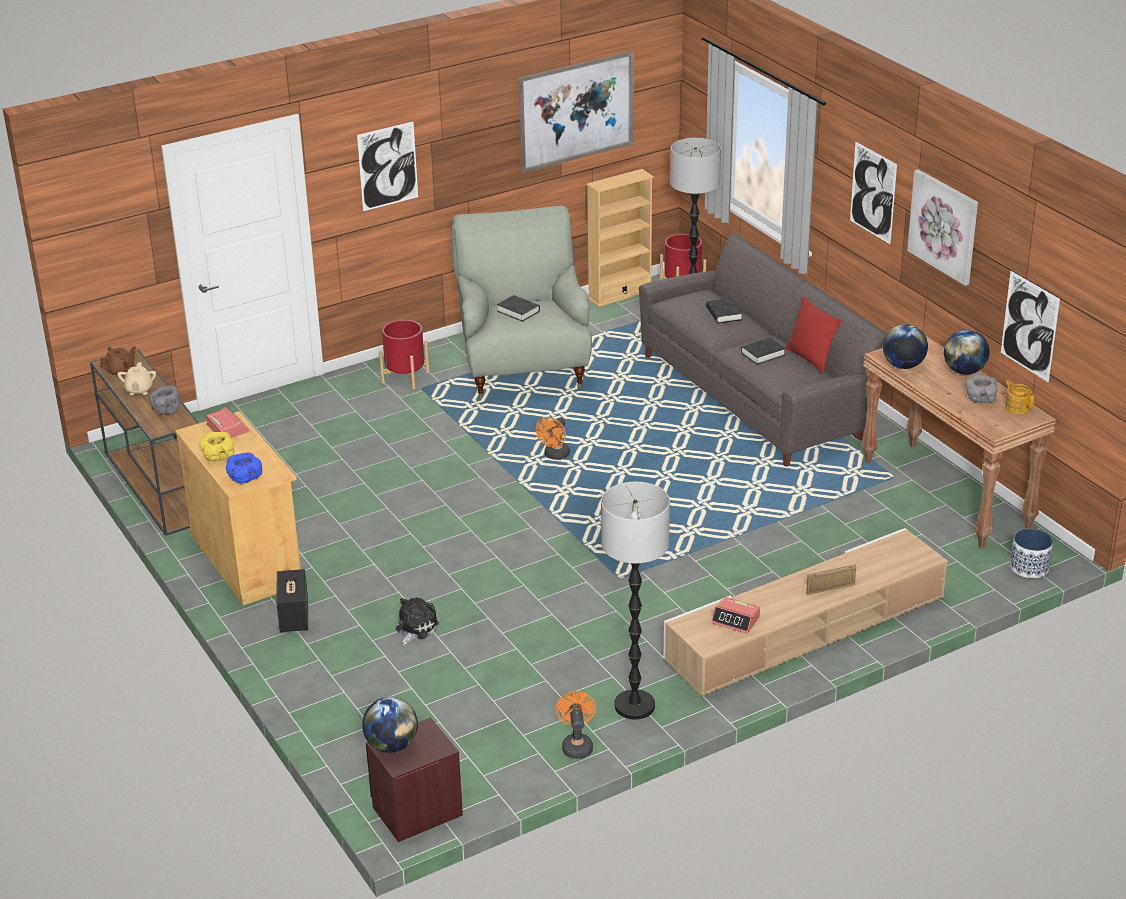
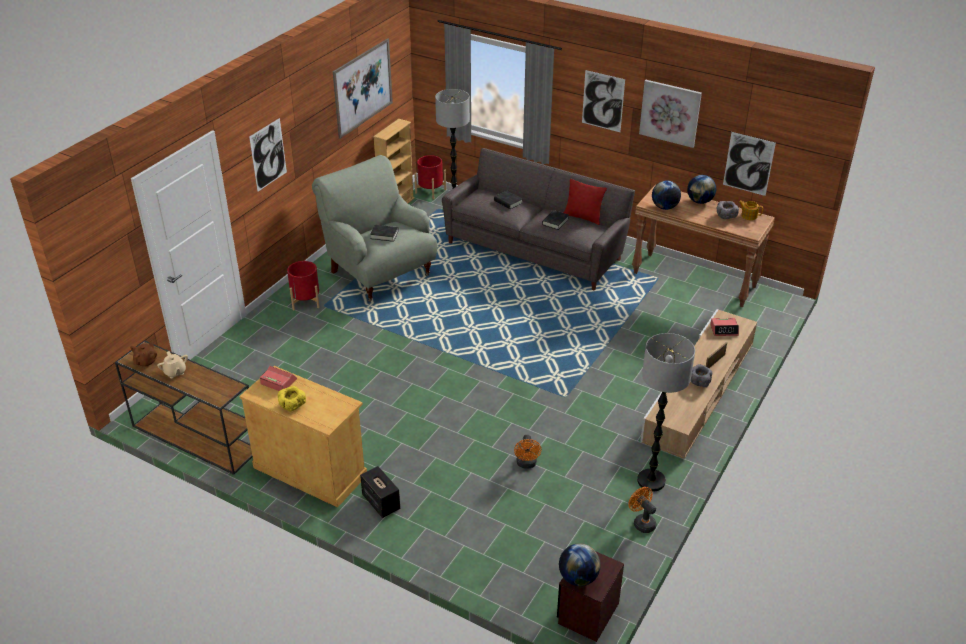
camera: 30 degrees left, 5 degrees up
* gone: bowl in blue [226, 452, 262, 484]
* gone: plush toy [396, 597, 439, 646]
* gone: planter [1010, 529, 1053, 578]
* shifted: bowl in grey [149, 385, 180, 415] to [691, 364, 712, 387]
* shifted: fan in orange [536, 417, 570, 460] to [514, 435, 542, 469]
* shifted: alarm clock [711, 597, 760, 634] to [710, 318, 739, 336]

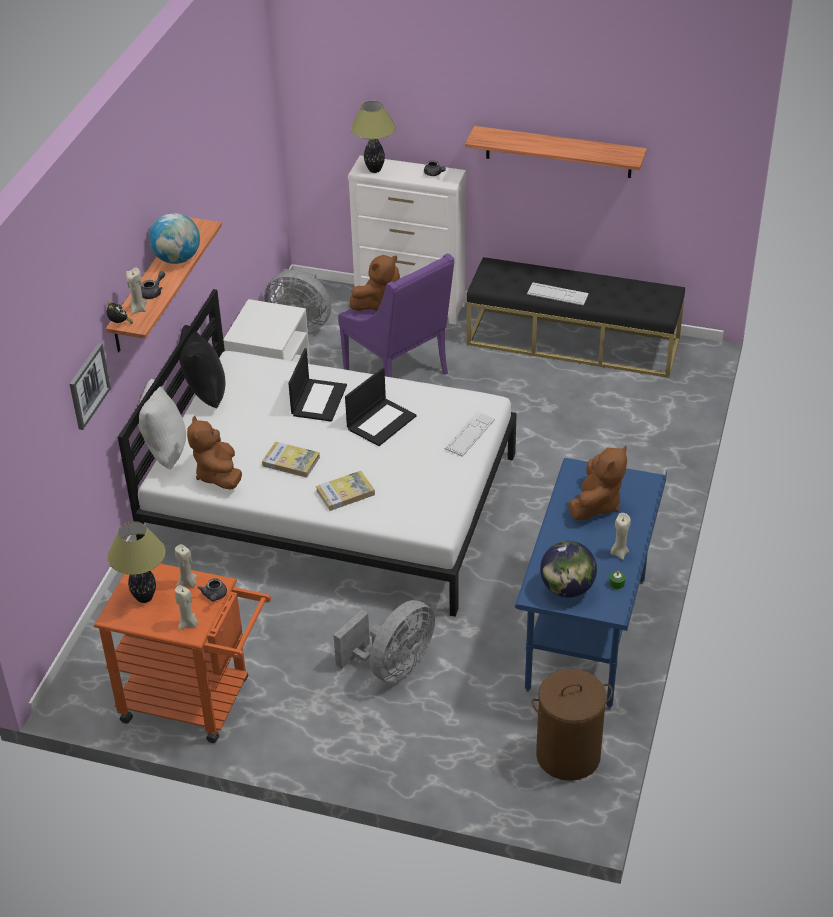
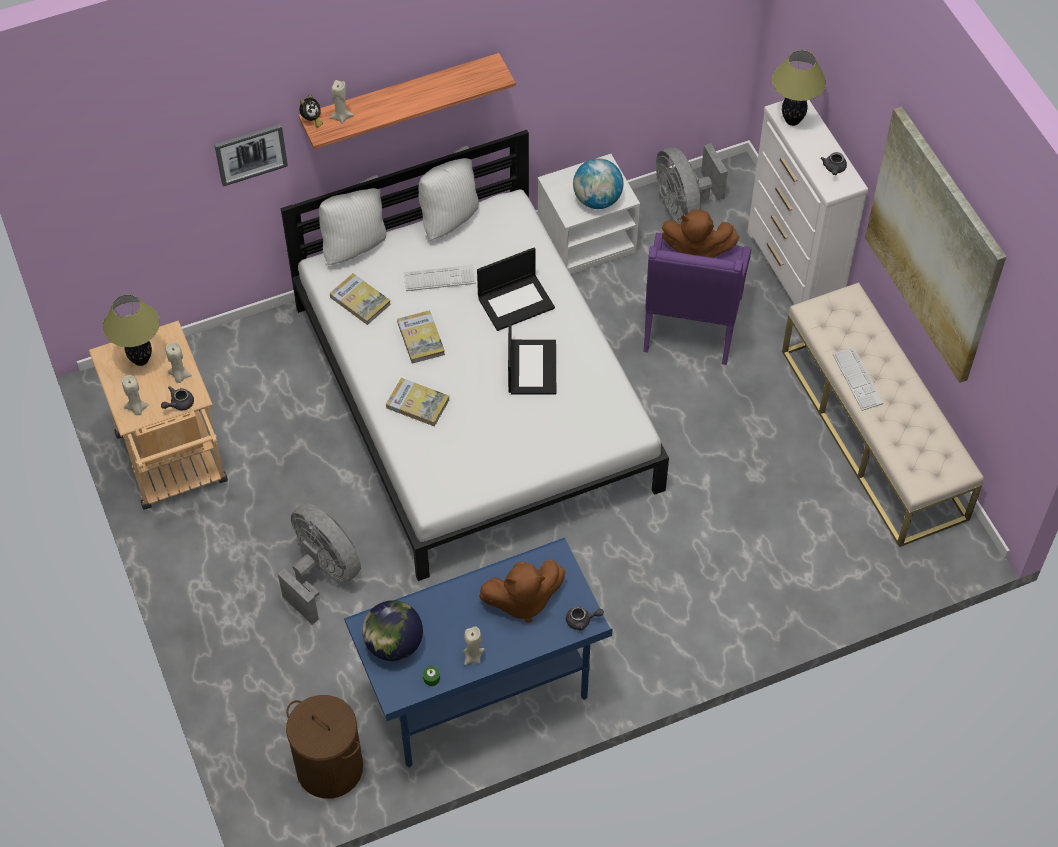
camera: 50 degrees right, 15 degrees up
* shifted: teapot in grey [141, 271, 165, 299] to [566, 606, 604, 631]
* shifted: globe [149, 213, 200, 264] to [573, 158, 623, 209]
* shifted: keyboard [444, 411, 495, 457] to [404, 265, 476, 291]
* swapped: plush toy in brown [187, 416, 242, 489] to book [330, 273, 391, 325]
* swapped: shelf [465, 126, 647, 178] to picture [865, 106, 1006, 383]
* repainted: cart in orange [94, 564, 271, 743] to cart in beige [89, 321, 228, 510]
* repainted: pillow in black [179, 325, 225, 408] to pillow in white [419, 146, 479, 241]
* repainted: bench in black [467, 257, 685, 378] to bench in beige [782, 282, 984, 547]
* rotated: fan in grey [334, 600, 435, 683] = [278, 503, 361, 625] 135 degrees counterclockwise
* rotated: laptop [345, 368, 417, 446] = [508, 314, 556, 395] 90 degrees counterclockwise

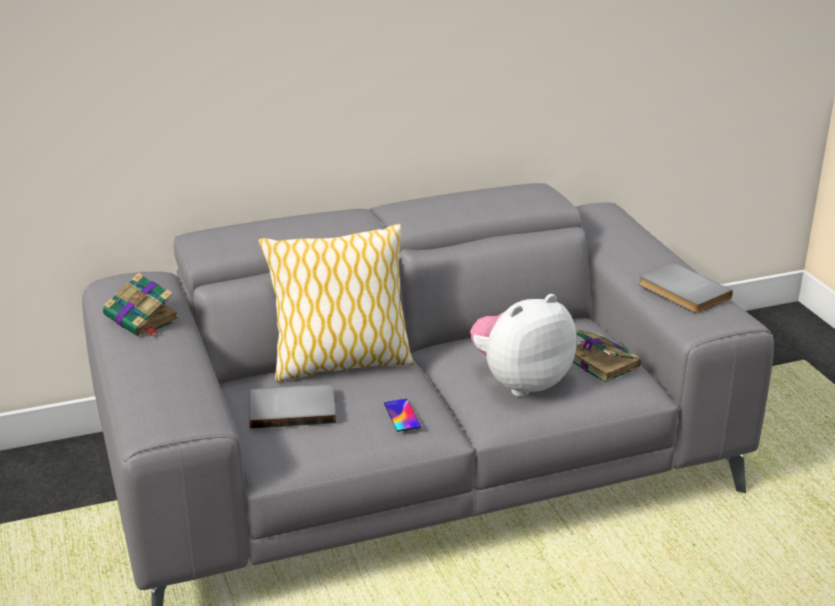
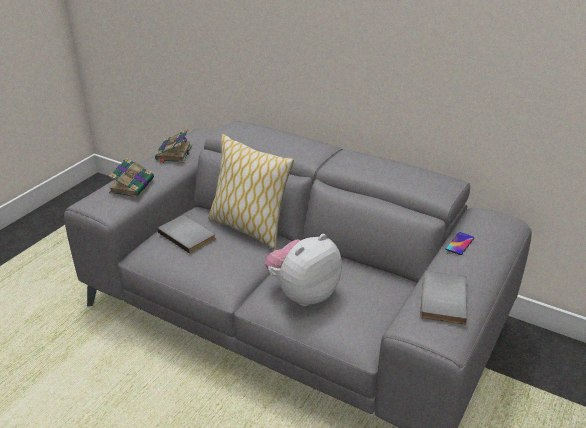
camera: 50 degrees right, 5 degrees up
* shifted: phone [384, 399, 421, 432] to [446, 232, 475, 255]
* shifted: book [573, 330, 641, 383] to [108, 158, 154, 197]
* rotated: plush toy [470, 294, 576, 397] = [265, 234, 342, 306] 60 degrees counterclockwise

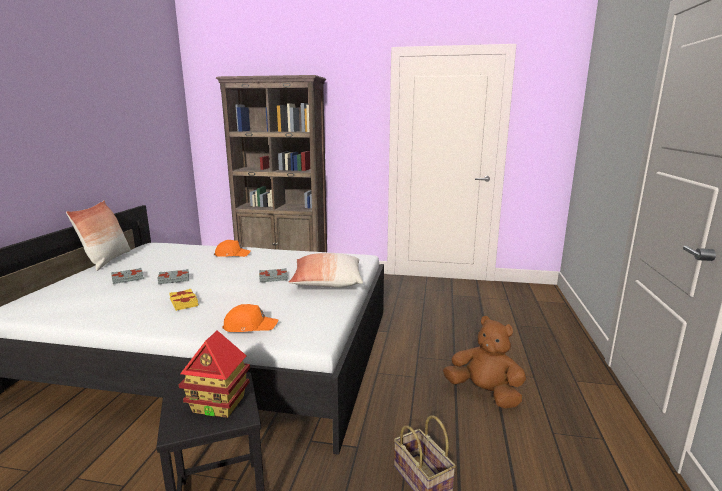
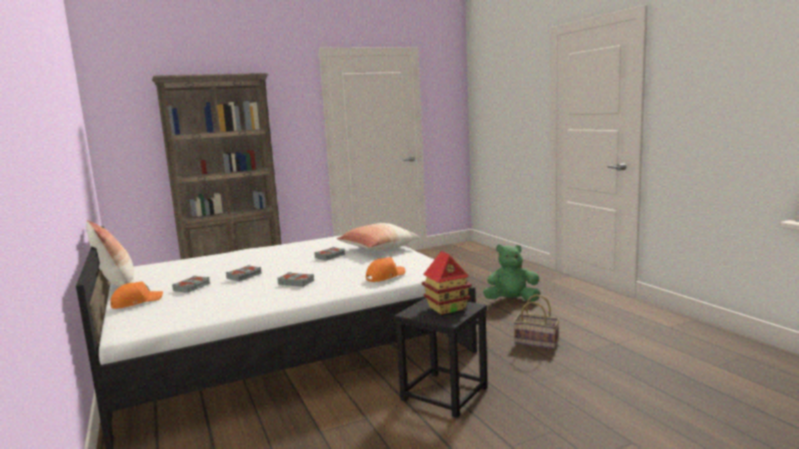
camera: 35 degrees left, 5 degrees down
* shifted: cap in orange [214, 240, 251, 257] to [111, 282, 163, 309]
* repainted: book in yellow [169, 289, 198, 311] to book in grey [277, 272, 314, 287]
* repainted: plush toy in brown [443, 316, 526, 409] to plush toy in green [483, 244, 541, 302]

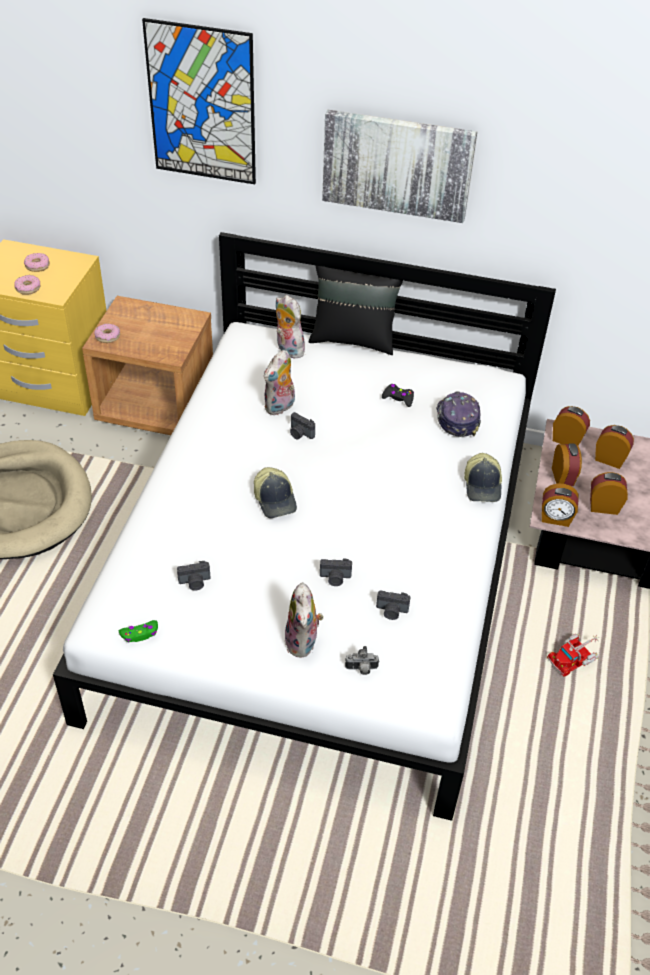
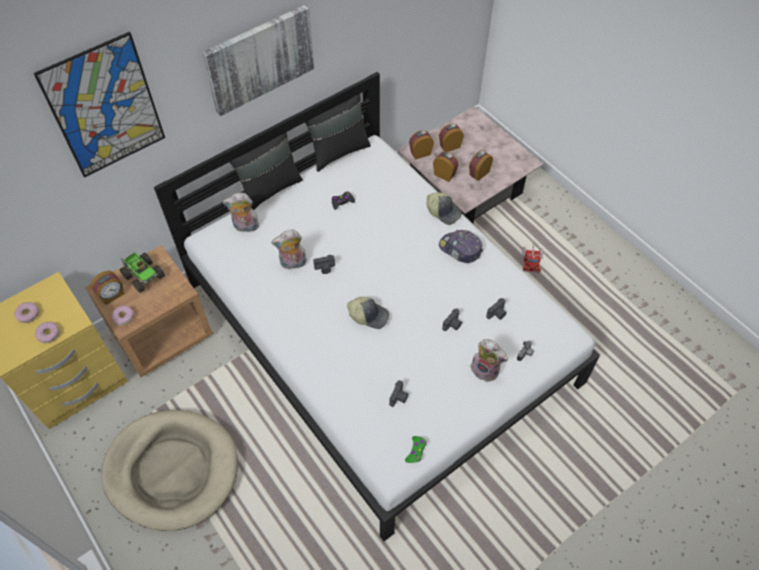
camera: 50 degrees left, 10 degrees up
* new: toy truck [120, 252, 165, 293]
* new: pillow in black [305, 94, 371, 172]
* shifted: cap [436, 391, 481, 437] to [439, 230, 483, 263]
* shifted: alarm clock [542, 484, 579, 527] to [91, 271, 124, 305]
* rotated: plush toy [264, 350, 295, 415] = [271, 229, 307, 269] 90 degrees clockwise

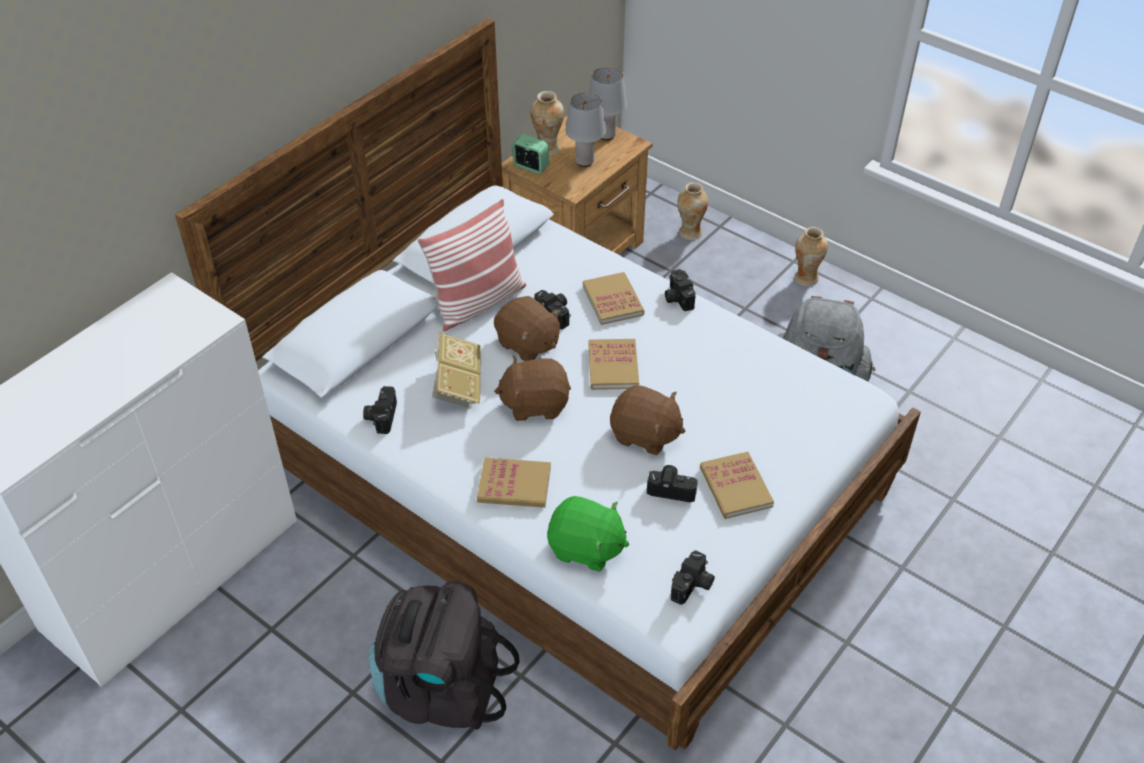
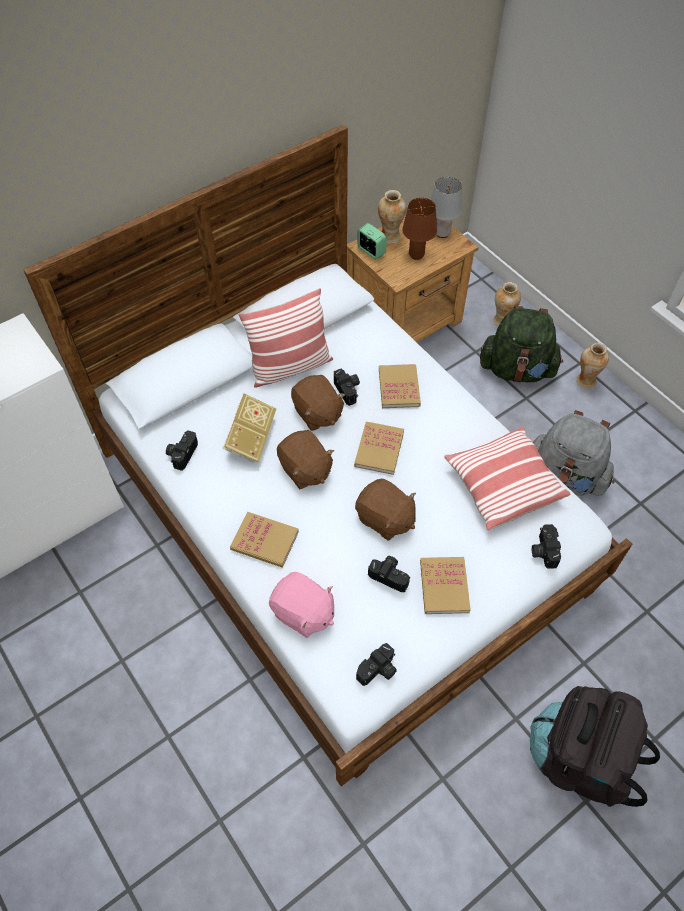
camera: 15 degrees right, 10 degrees up
* new: pillow [444, 426, 570, 531]
* new: backpack in green [480, 306, 563, 382]
* shifted: backpack in black [369, 581, 520, 730] to [530, 686, 660, 807]
* shifted: photo camera [665, 269, 696, 311] to [532, 524, 561, 569]
* repainted: plush toy in green [547, 496, 629, 572] to plush toy in pink [269, 572, 334, 638]
* repainted: table lamp in grey [565, 92, 606, 167] to table lamp in brown [402, 198, 437, 260]
* rotated: plush toy in brown [494, 356, 571, 421] = [277, 430, 334, 489] 135 degrees counterclockwise

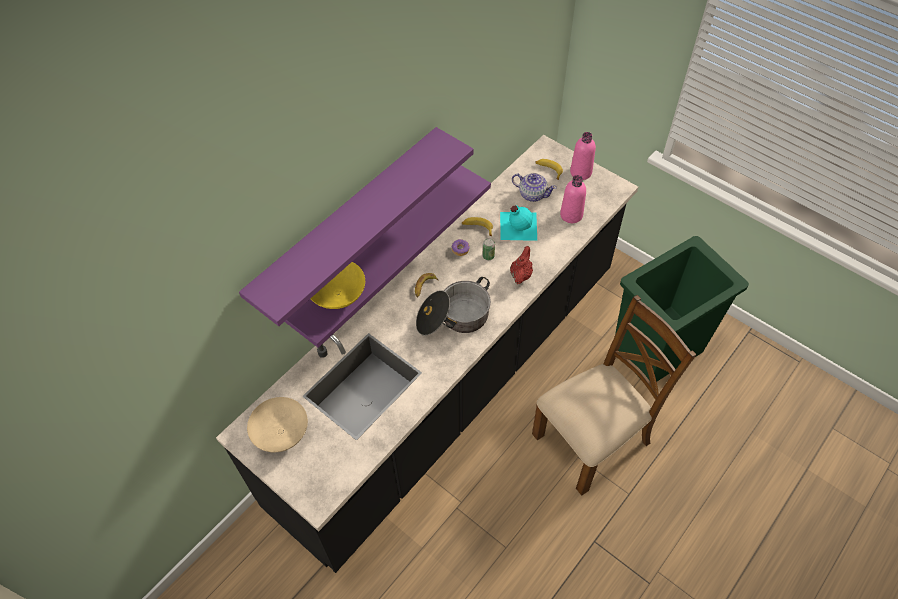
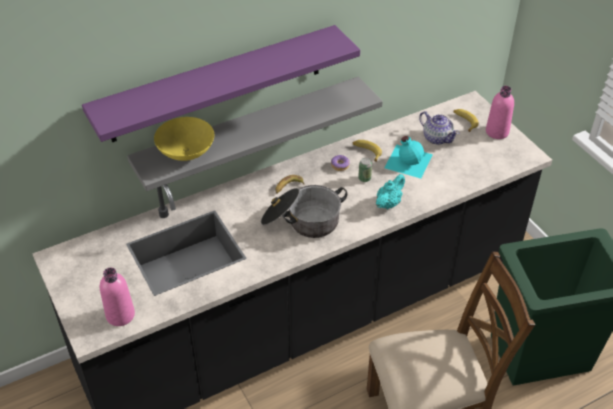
camera: 20 degrees right, 10 degrees down
* gone: bowl in beige [247, 397, 308, 452]
* shifted: bottle in pink [560, 175, 586, 223] to [100, 268, 135, 326]
* repainted: shelf in purple [285, 165, 491, 348] to shelf in grey [127, 77, 383, 191]
* repainted: teapot in red [510, 246, 533, 284] to teapot in turquoise [376, 174, 405, 209]

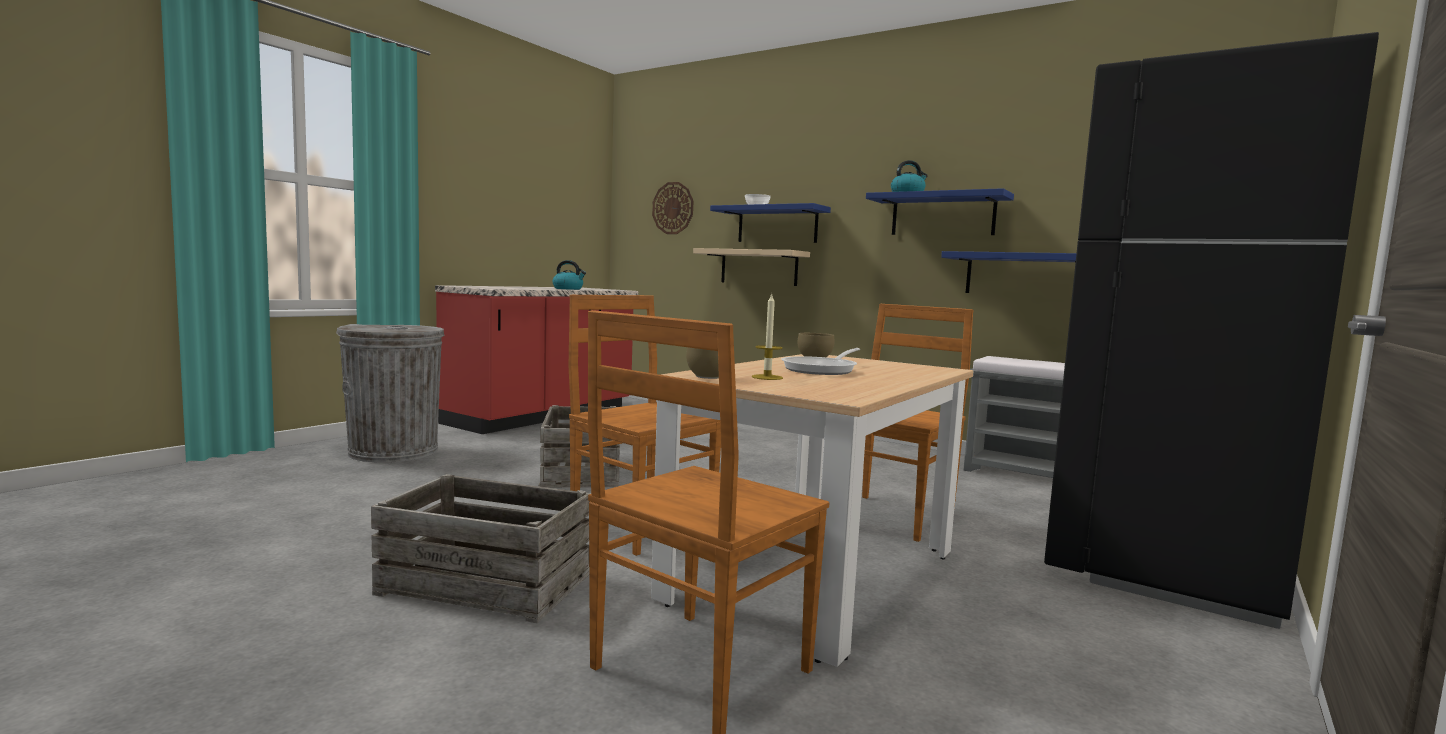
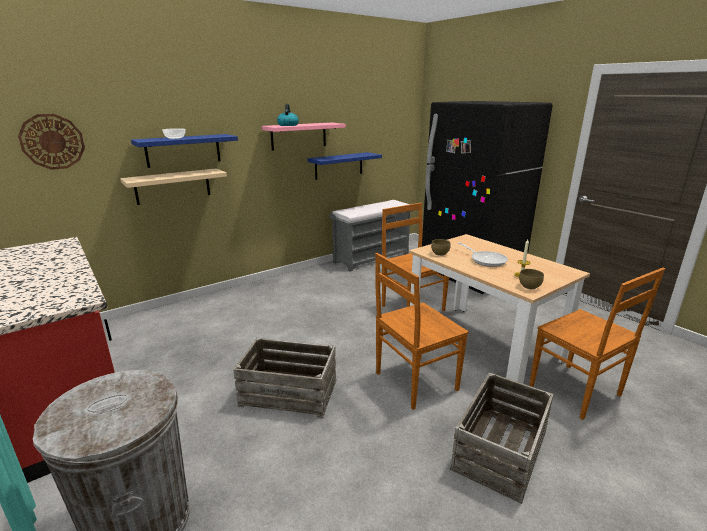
camera: 70 degrees left, 15 degrees up
* gone: kettle [553, 260, 586, 290]
* repainted: shelf in blue [866, 188, 1014, 235] to shelf in pink [262, 122, 346, 151]

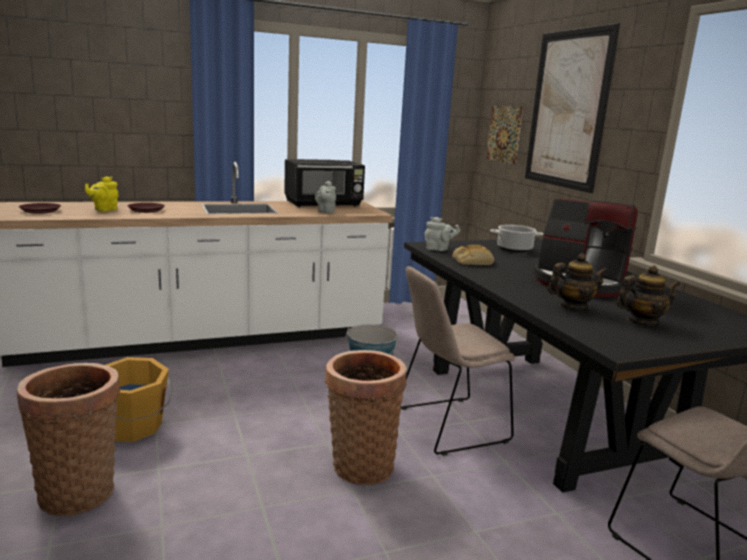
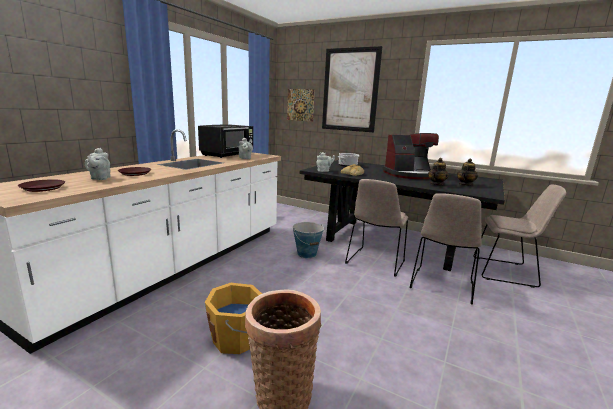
camera: 40 degrees left, 0 degrees up
* gone: basket [325, 350, 407, 485]
* new: chair in beige [410, 193, 482, 305]
* repainted: teapot in yellow [85, 176, 118, 212] to teapot in grey [85, 148, 111, 180]

